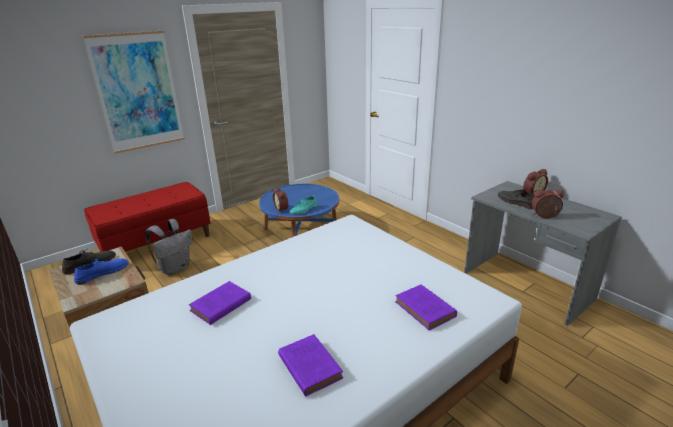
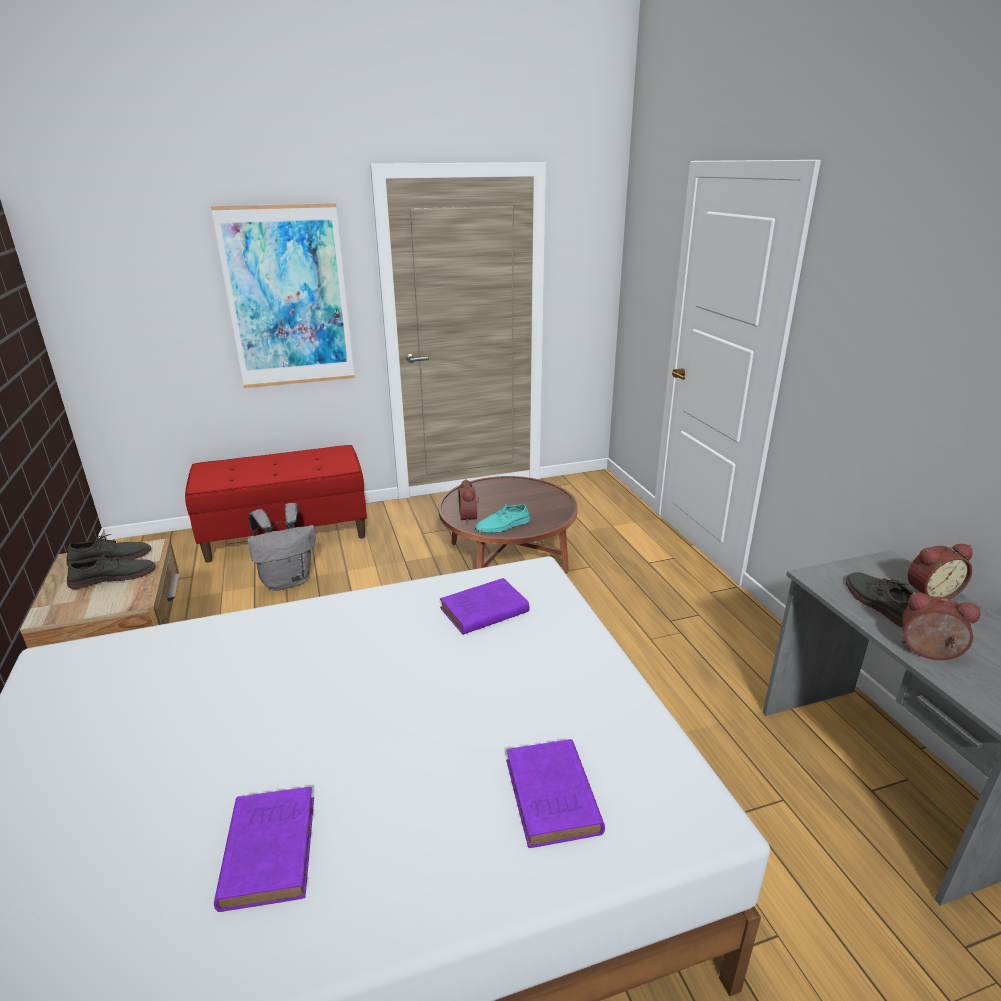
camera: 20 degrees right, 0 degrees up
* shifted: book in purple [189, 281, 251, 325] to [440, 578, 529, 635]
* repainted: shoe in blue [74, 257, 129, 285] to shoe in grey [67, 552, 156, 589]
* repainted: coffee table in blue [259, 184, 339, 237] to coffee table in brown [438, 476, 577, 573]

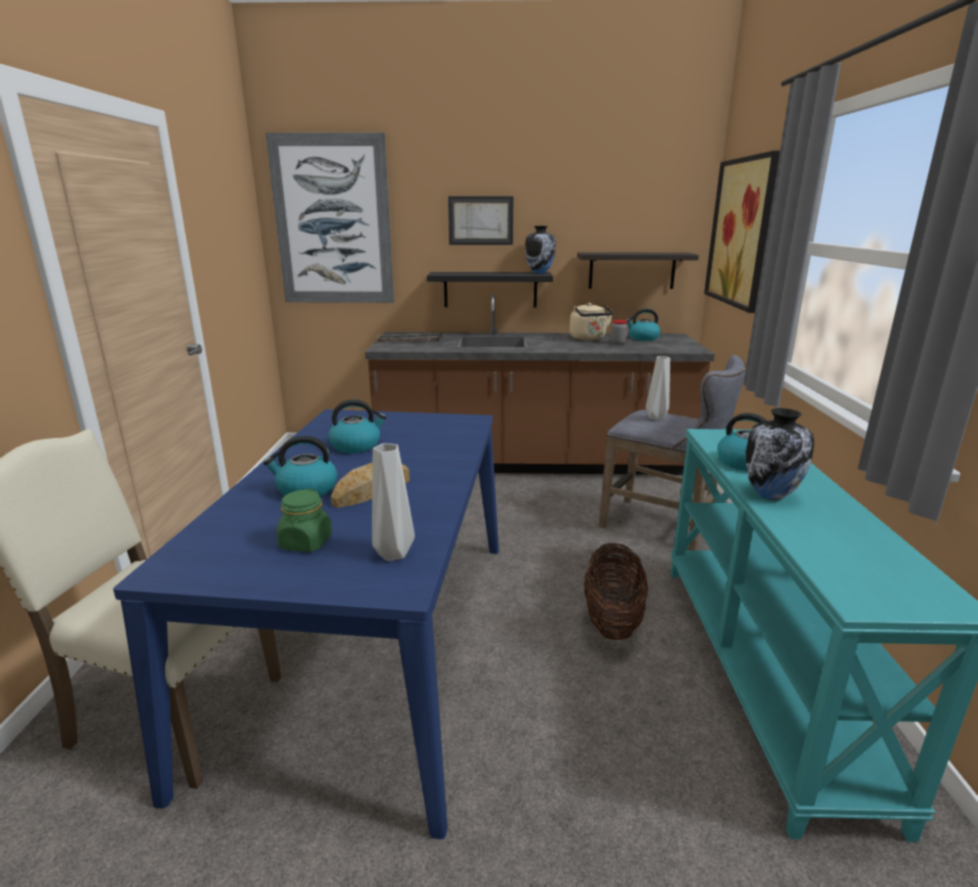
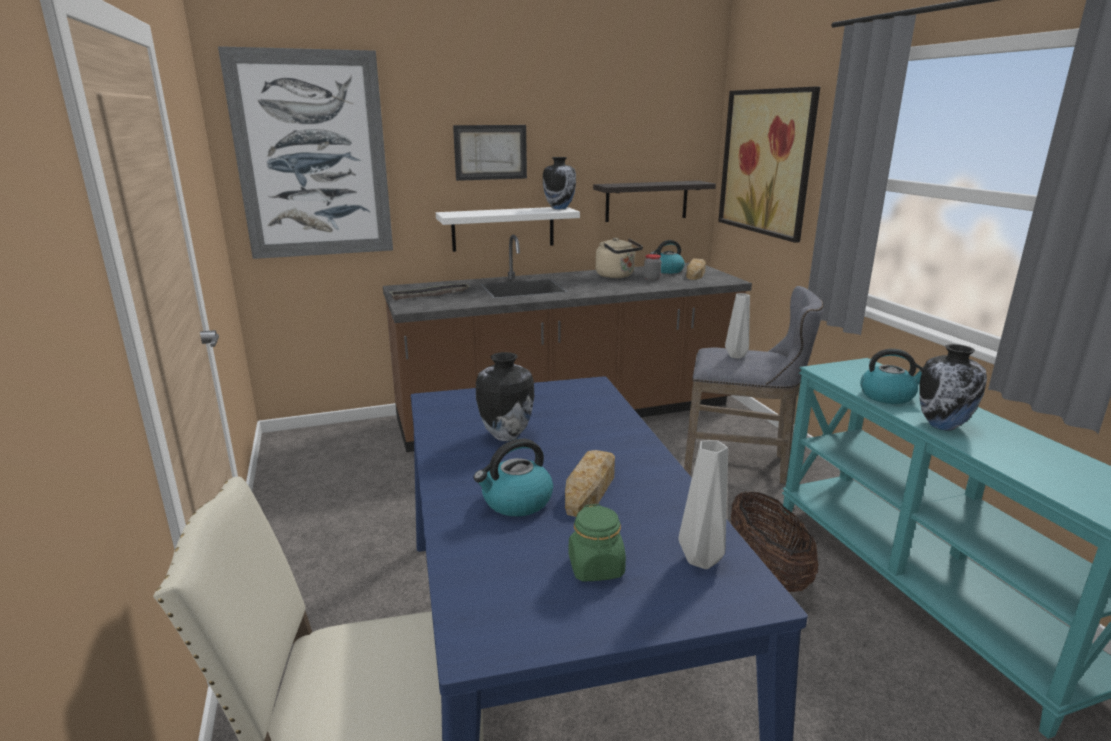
camera: 20 degrees left, 0 degrees up
* new: bread [686, 258, 706, 280]
* swapped: kettle [328, 400, 386, 453] to vase [476, 352, 534, 441]
* repainted: shelf in black [427, 272, 553, 308] to shelf in white [436, 207, 580, 252]

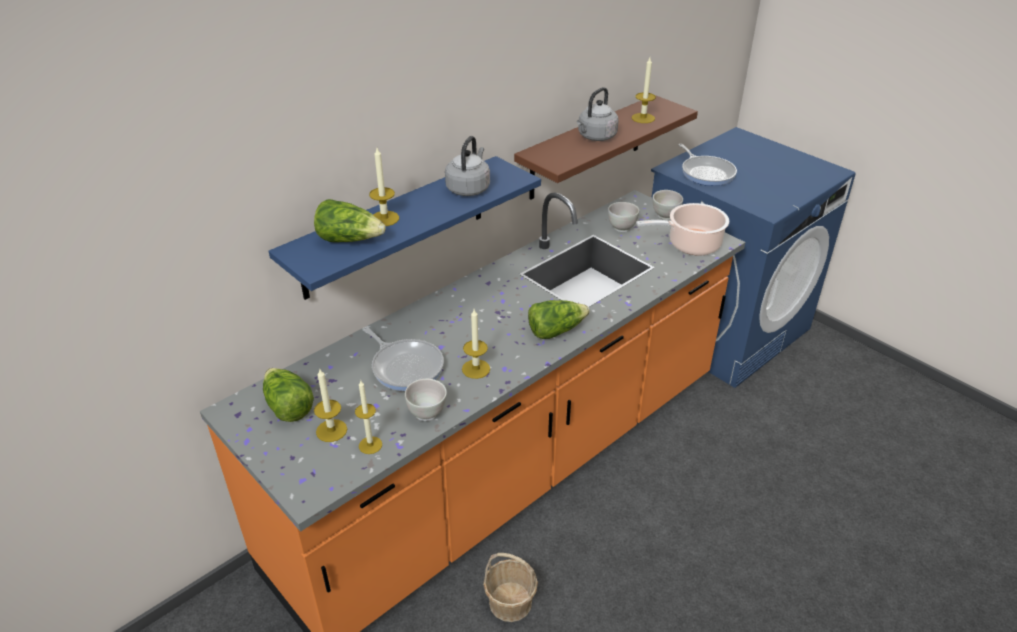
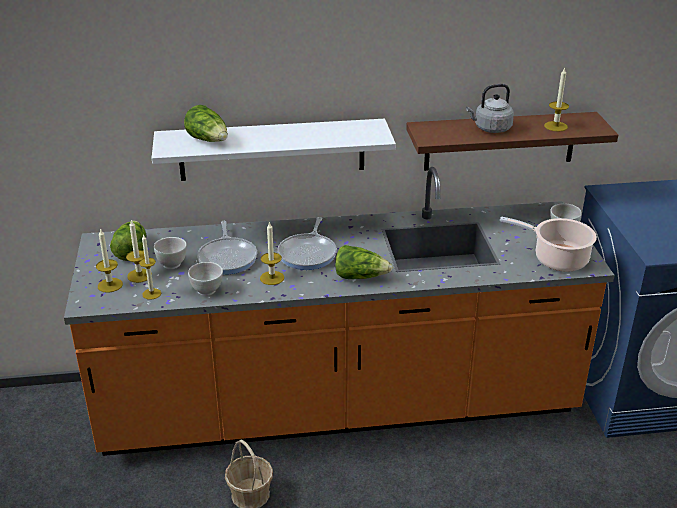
camera: 35 degrees right, 5 degrees down
* gone: kettle in grey [445, 136, 490, 196]
* shifted: candle [369, 148, 399, 226] to [96, 228, 123, 293]
* shifted: bowl in white [608, 202, 639, 232] to [154, 237, 187, 269]
* shifted: frying pan [678, 144, 737, 186] to [277, 217, 337, 270]
* repainted: shelf in blue [269, 156, 541, 300] to shelf in white [152, 119, 396, 181]

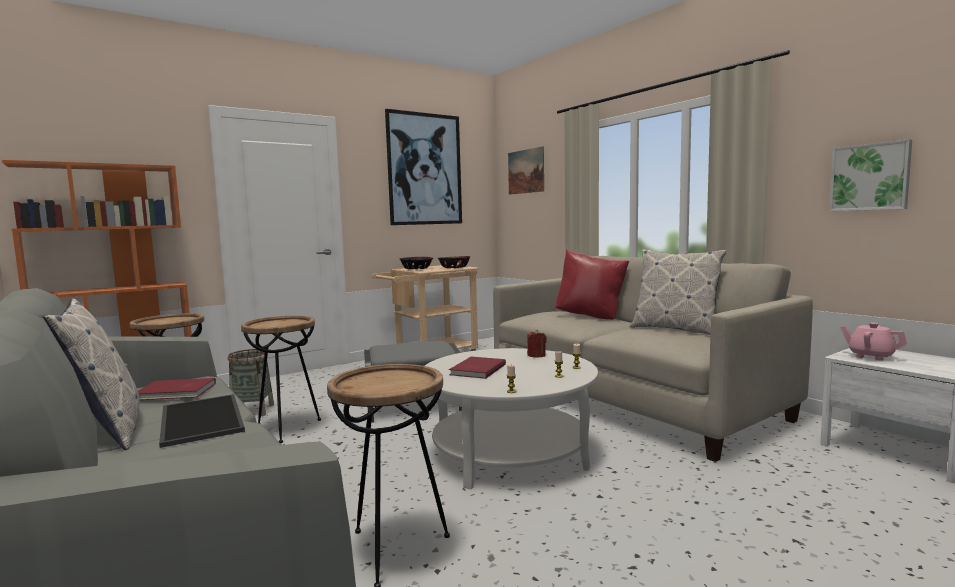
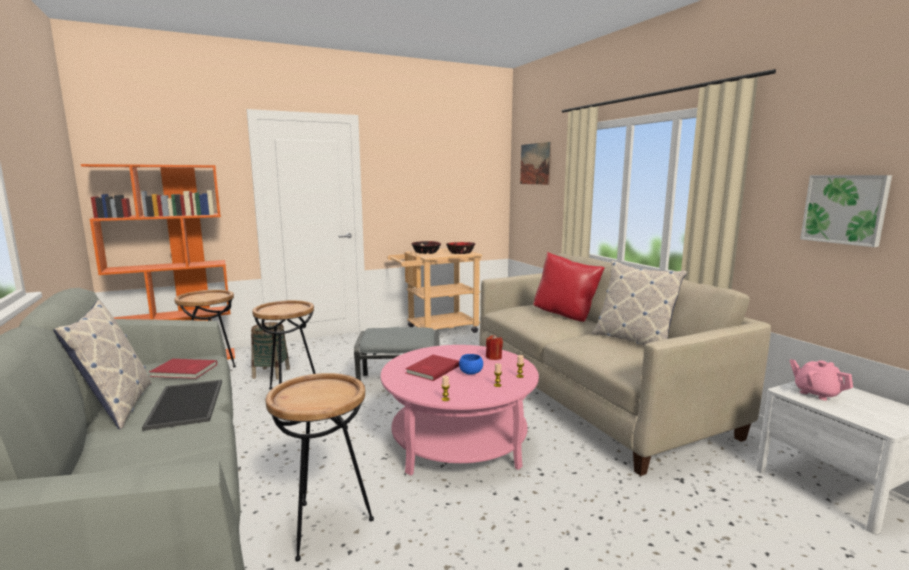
camera: 10 degrees right, 5 degrees up
* gone: picture [385, 109, 462, 225]
* new: bowl in blue [459, 354, 483, 375]
* repainted: coffee table in white [425, 348, 598, 489] to coffee table in pink [381, 345, 539, 476]

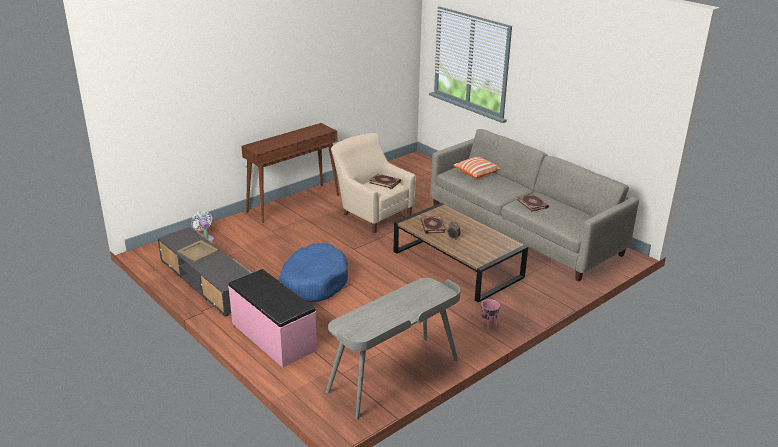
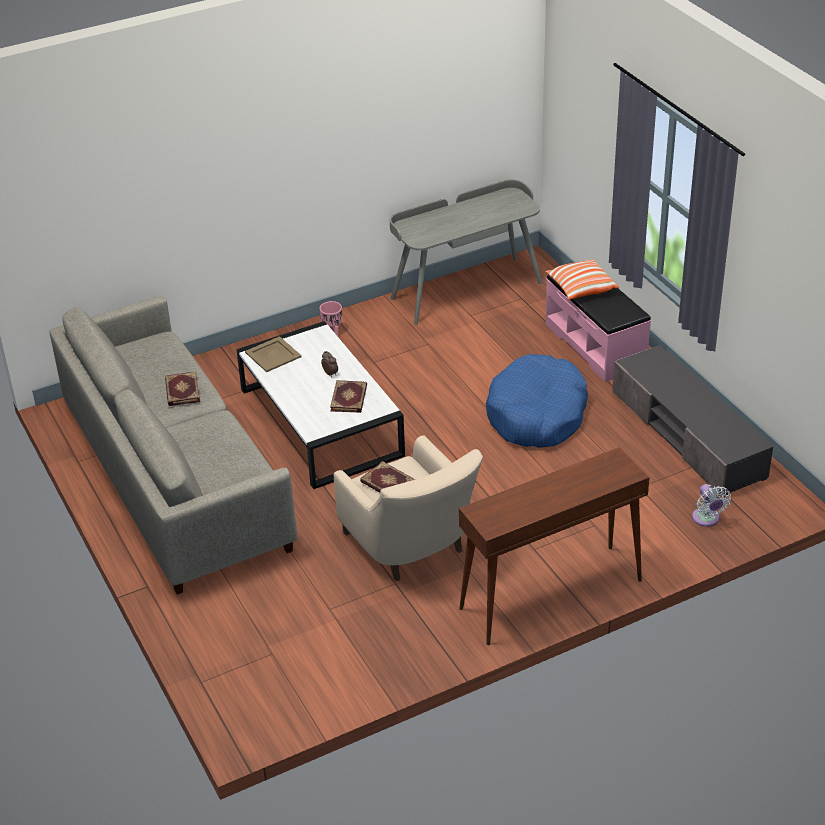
camera: 165 degrees left, 10 degrees up
* shifted: tray in beige [177, 240, 219, 262] to [245, 336, 302, 372]
* shifted: pillow [453, 157, 500, 178] to [545, 259, 619, 300]
* repainted: coffee table in brown [394, 203, 528, 303] to coffee table in white [236, 321, 405, 489]

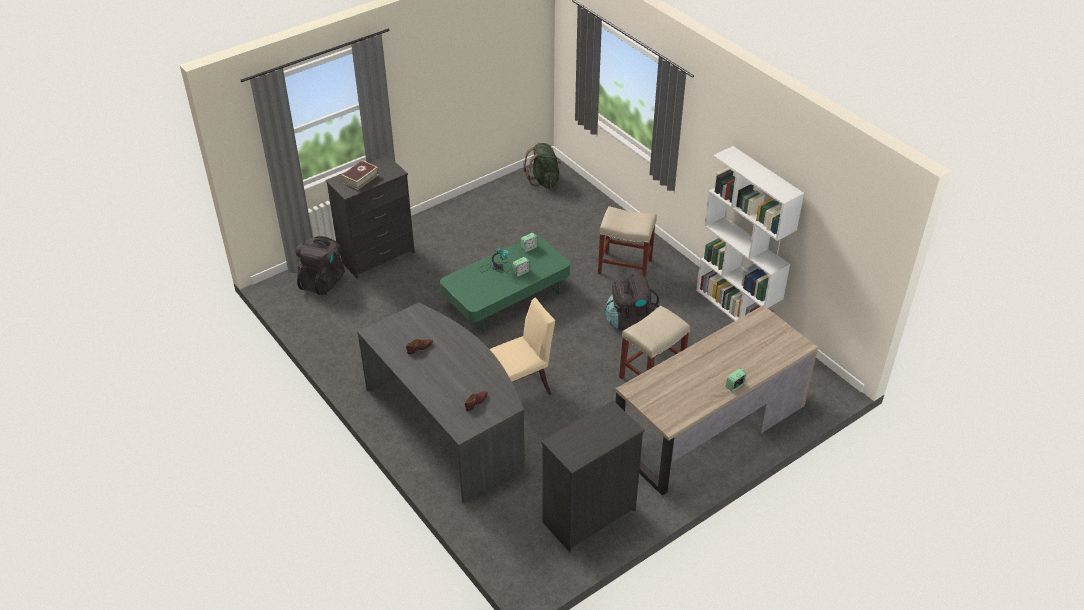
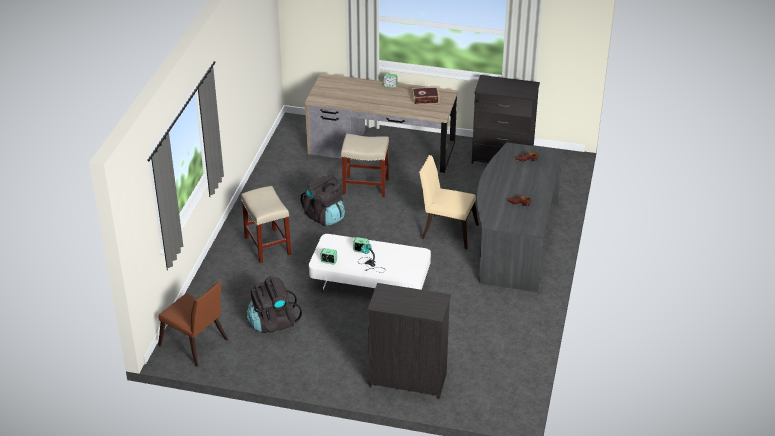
camera: 130 degrees left, 5 degrees down
* gone: bookcase in white [696, 146, 804, 321]
* shifted: backpack in black [296, 236, 345, 295] to [247, 276, 302, 333]
* shifted: book [341, 160, 379, 190] to [412, 87, 439, 104]
* swapped: backpack in green [523, 143, 561, 189] to chair in brown [158, 281, 228, 367]
* repainted: coffee table in green [440, 235, 570, 332] to coffee table in white [309, 234, 431, 293]

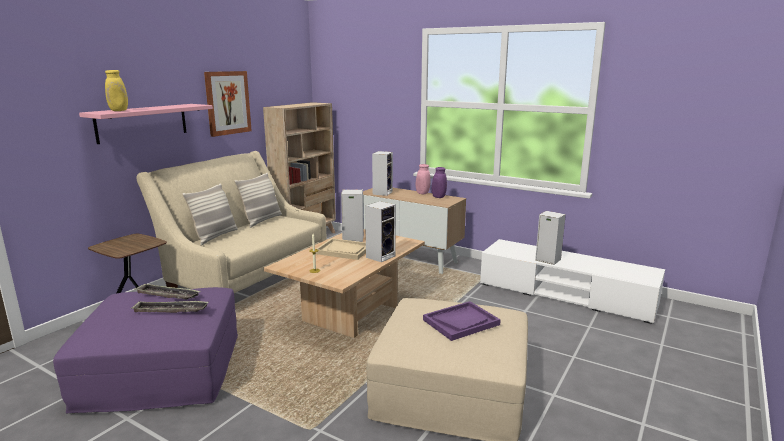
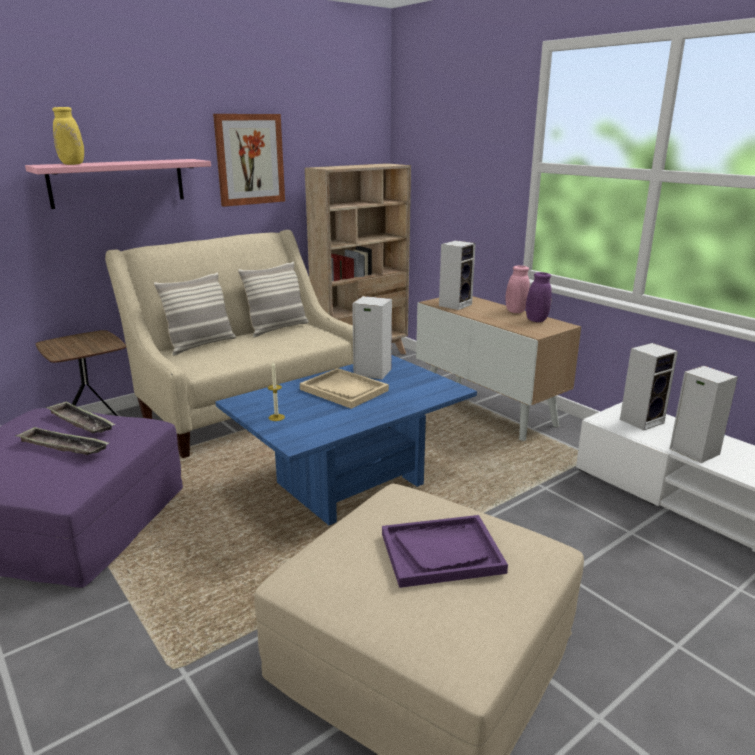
camera: 20 degrees right, 5 degrees up
* shifted: speaker [365, 201, 396, 262] to [620, 343, 678, 430]
* repainted: coffee table in beige [264, 229, 425, 338] to coffee table in blue [215, 355, 477, 525]

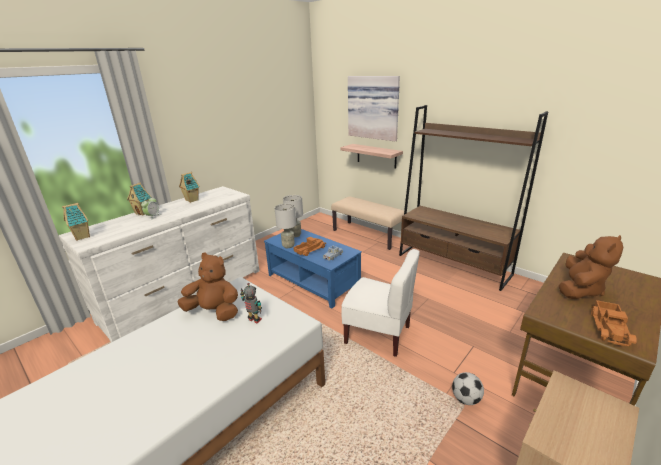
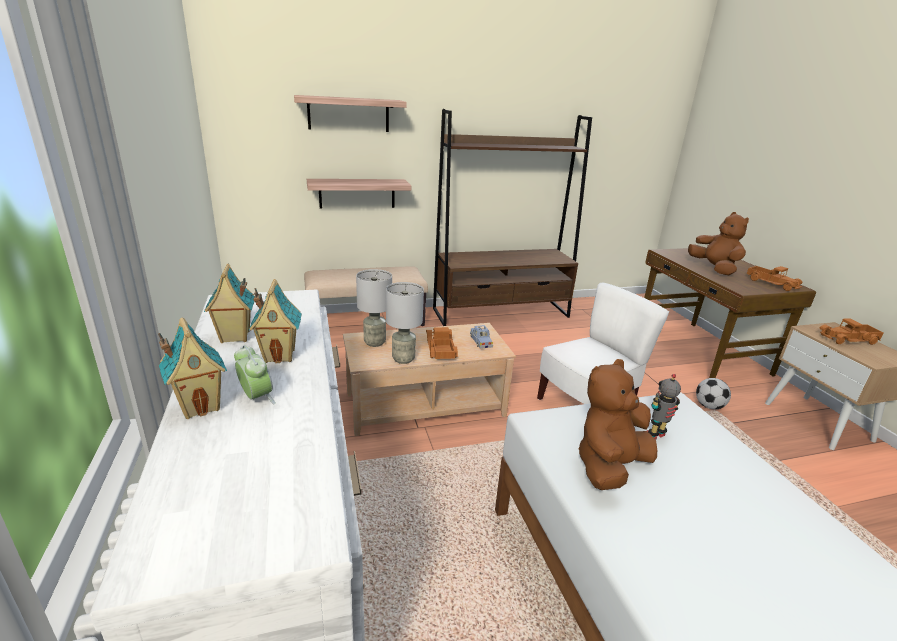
camera: 60 degrees left, 0 degrees up
* new: toy truck [819, 318, 883, 345]
* shifted: toy house [62, 203, 90, 241] to [249, 279, 302, 363]
* swapped: picture [348, 76, 400, 141] to shelf [294, 95, 407, 132]
* repainted: coffee table in blue [264, 229, 362, 309] to coffee table in beige [343, 323, 516, 436]

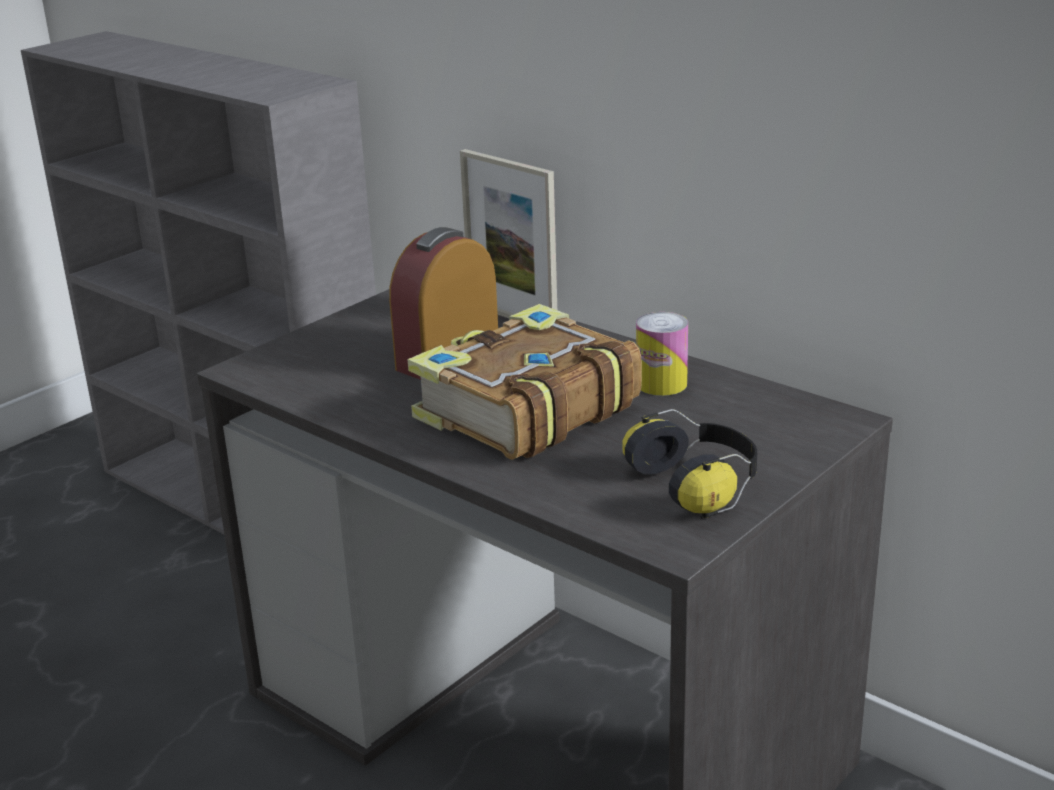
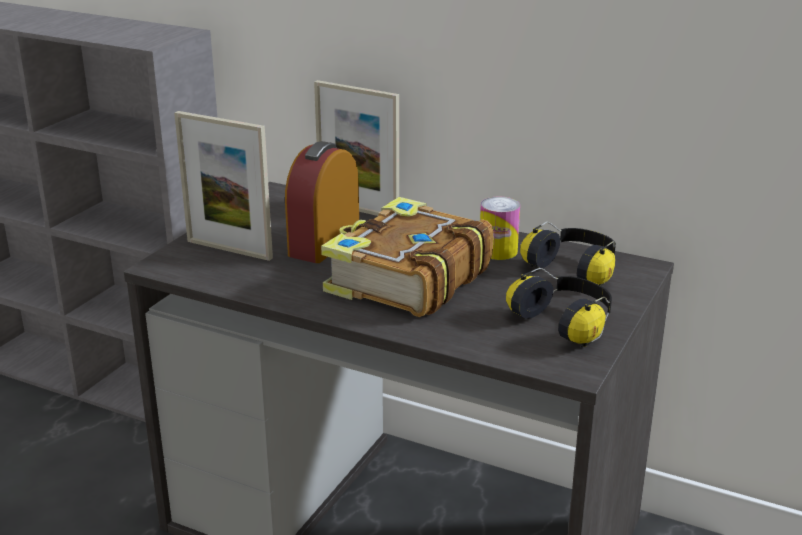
camera: 15 degrees left, 0 degrees up
* new: picture frame [174, 111, 273, 261]
* new: headphones [520, 222, 616, 286]

